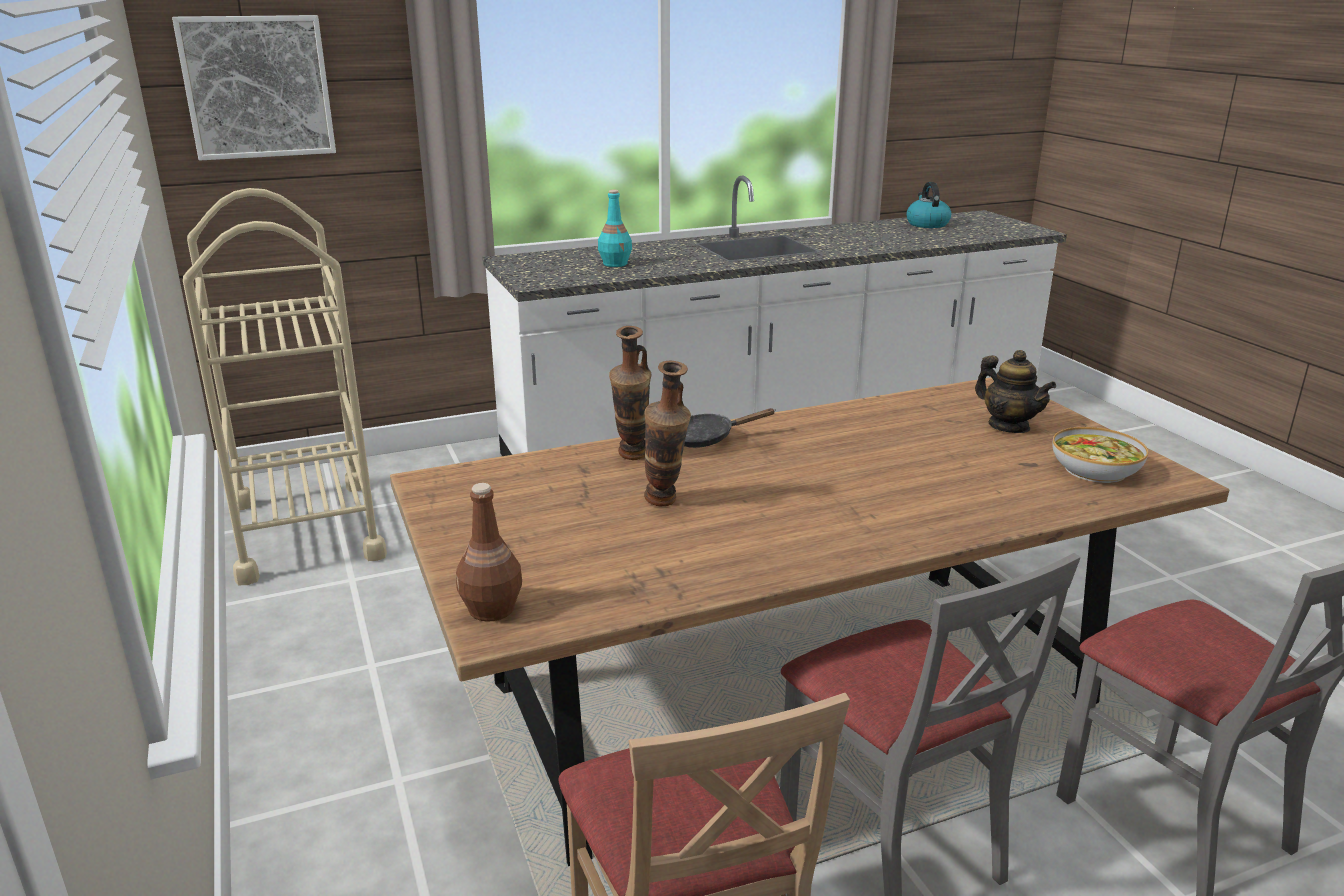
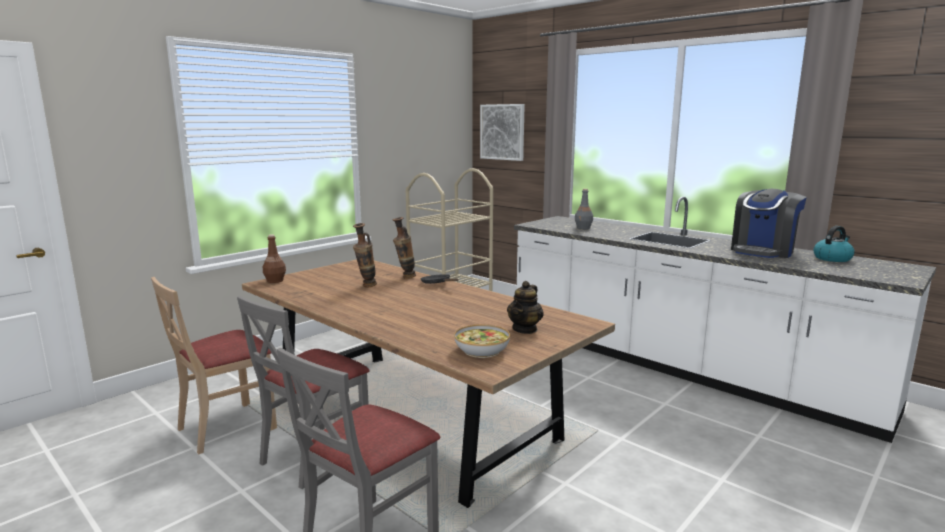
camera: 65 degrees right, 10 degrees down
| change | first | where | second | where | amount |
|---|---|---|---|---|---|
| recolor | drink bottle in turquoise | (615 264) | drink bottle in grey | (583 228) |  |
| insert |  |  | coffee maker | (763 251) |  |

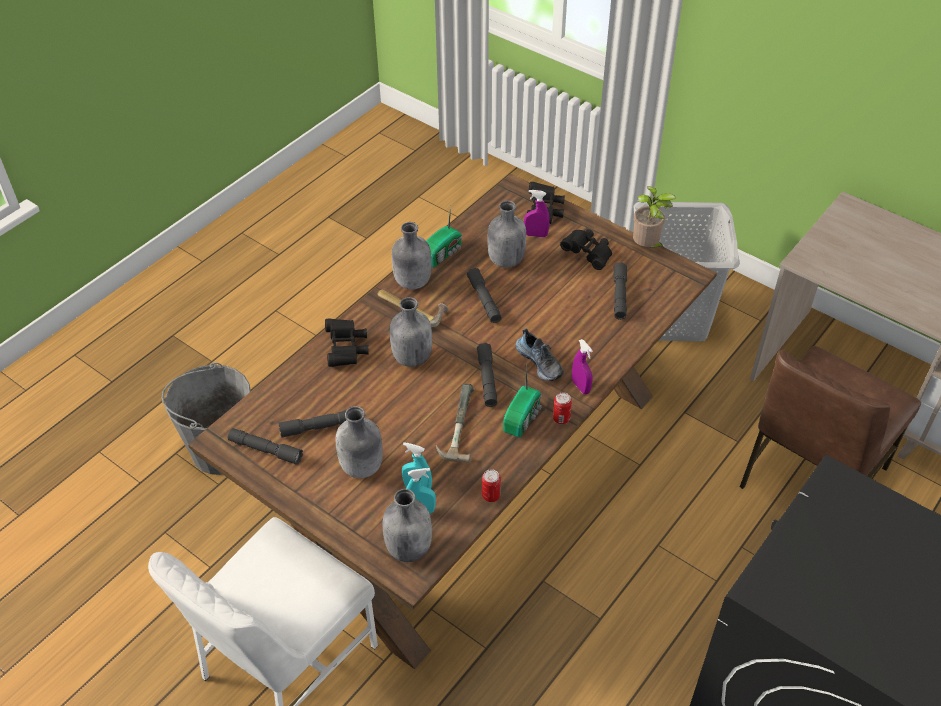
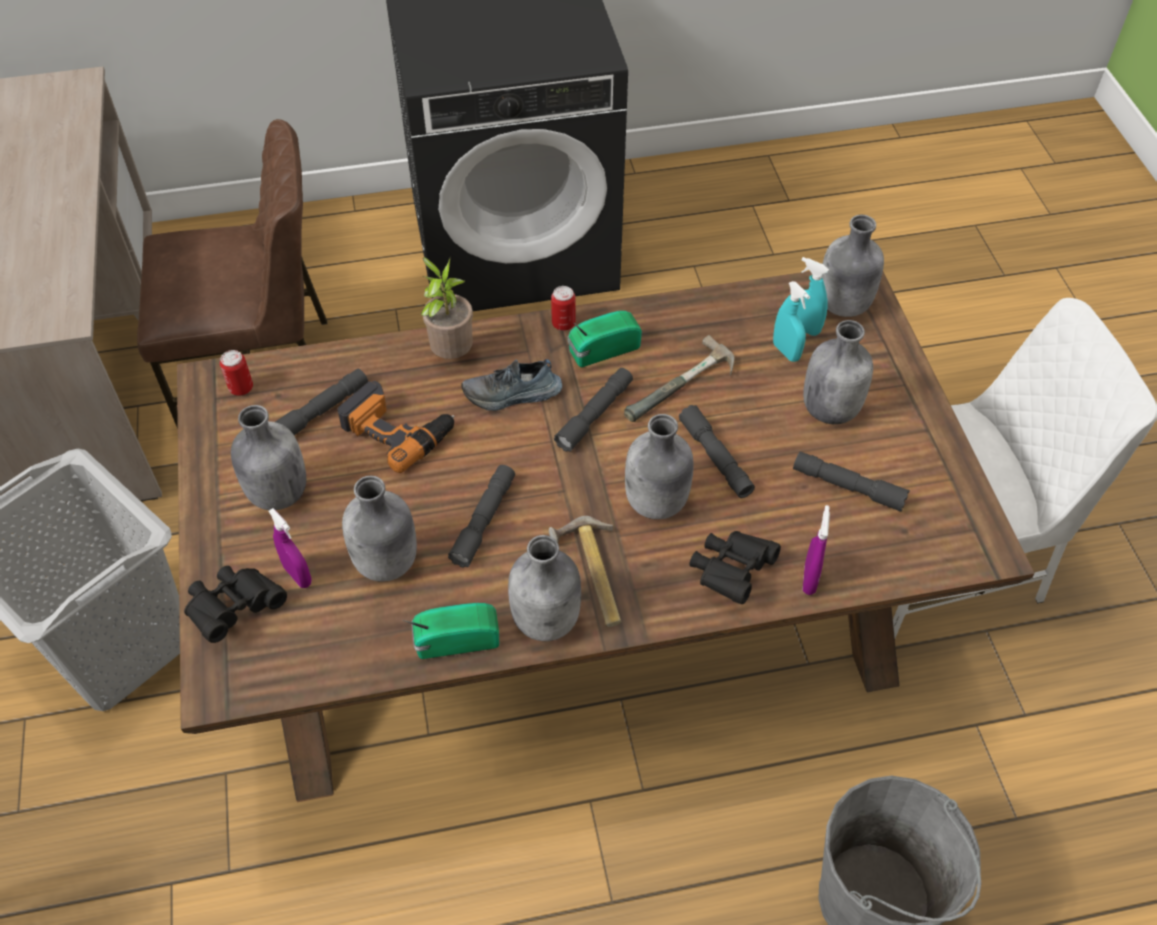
camera: 140 degrees left, 5 degrees up
| change | first | where | second | where | amount |
|---|---|---|---|---|---|
| move | can | (491 495) |  | (241 388) |  |
| replace | field glasses in blackish | (588 254) | drink bottle in grey | (277 493) |  |
| insert |  |  | power drill | (398 429) |  |
| move | plant in a pot | (647 247) |  | (451 353) |  |
| rotate | low shoe | (540 362) |  | (512 395) | 105 degrees counterclockwise |
| move | hand torch in grey | (265 450) |  | (715 458) |  |
| move | sprayer in purplish | (580 387) |  | (809 579) |  |

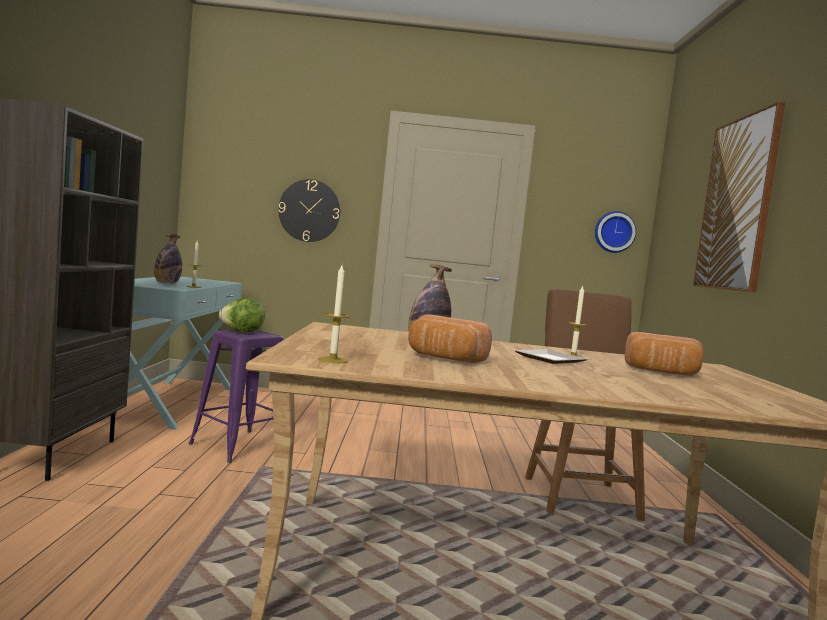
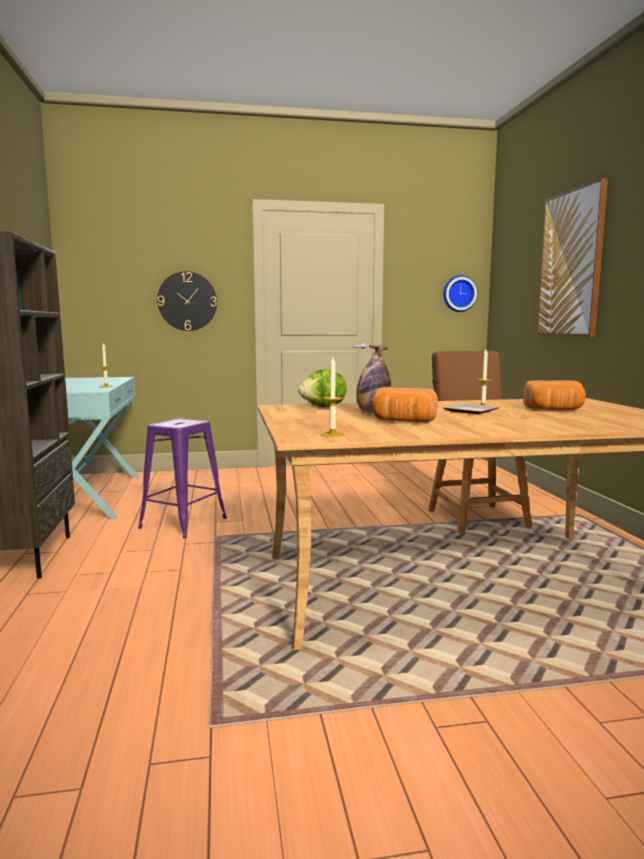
camera: 10 degrees left, 5 degrees up
| change | first | where | second | where | amount |
|---|---|---|---|---|---|
| move | head of lettuce | (242 332) |  | (324 407) |  |
| delete | drink bottle | (166 284) |  |  |  |

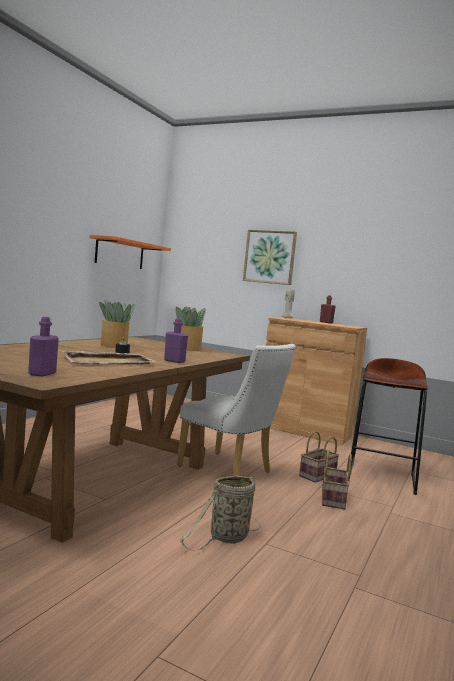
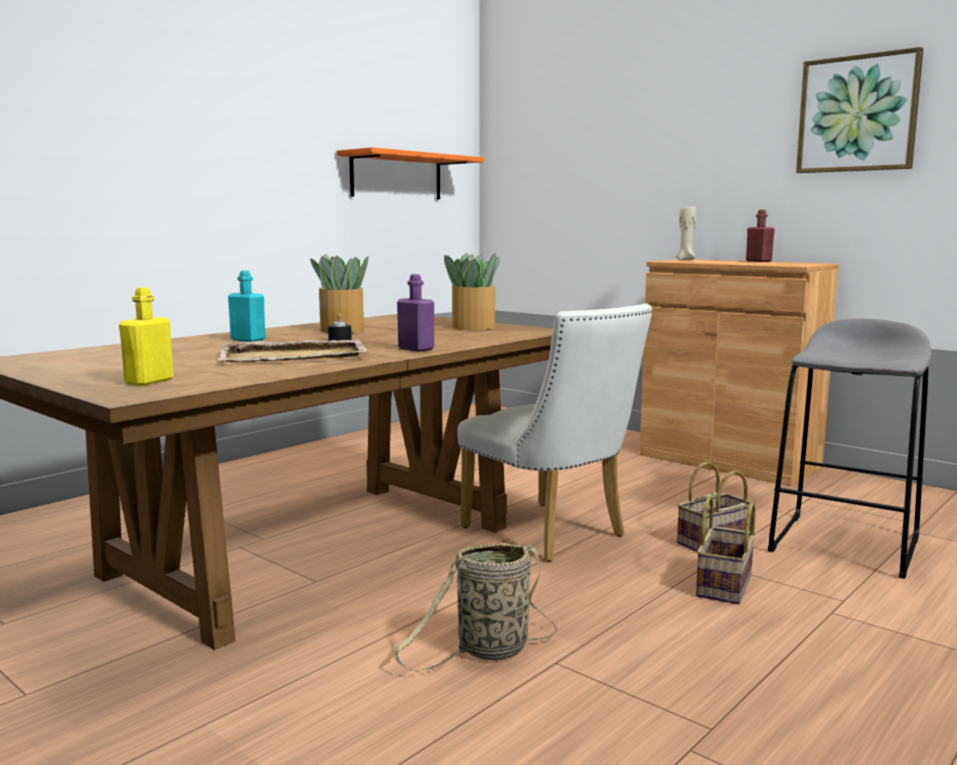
camera: 15 degrees right, 5 degrees up
| change | first | where | second | where | amount |
|---|---|---|---|---|---|
| recolor | drink bottle in purplish | (42 374) | drink bottle in yellowish | (149 381) |  |
| insert |  |  | drink bottle in turquoise | (248 340) |  |
| recolor | stool in brownish | (381 477) | stool in grey | (845 544) |  |
| move | wall art | (270 257) |  | (857 114) |  |

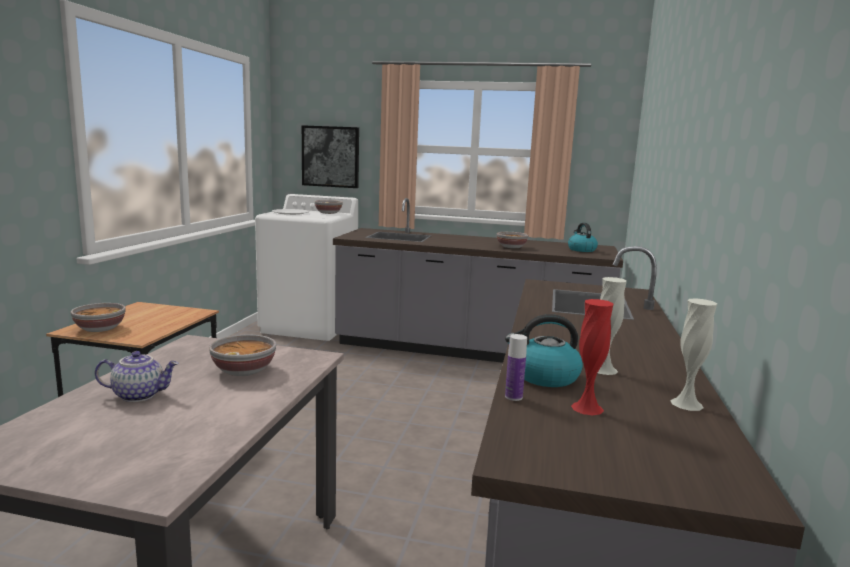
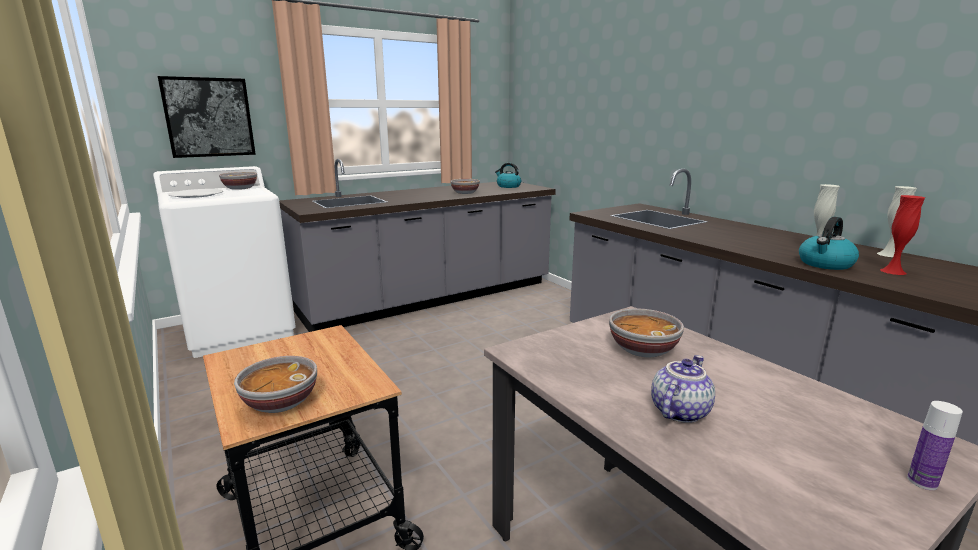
camera: 45 degrees left, 5 degrees up
| change | first | where | second | where | amount |
|---|---|---|---|---|---|
| move | drink bottle | (513 397) |  | (922 481) |  |

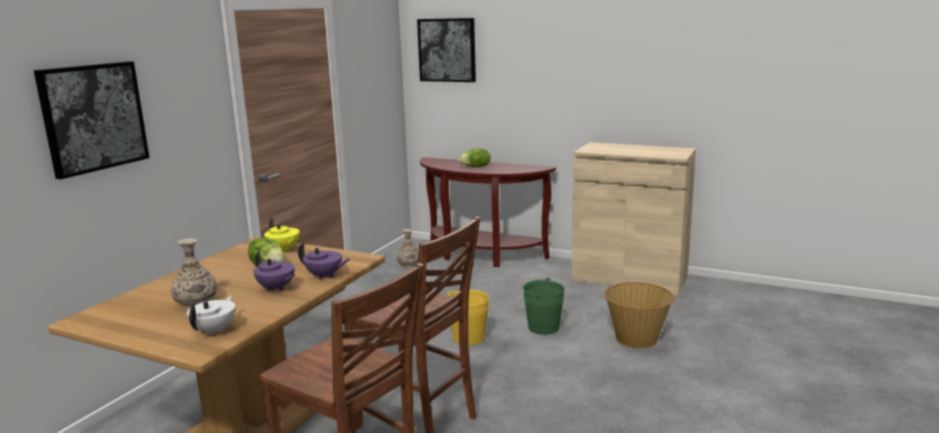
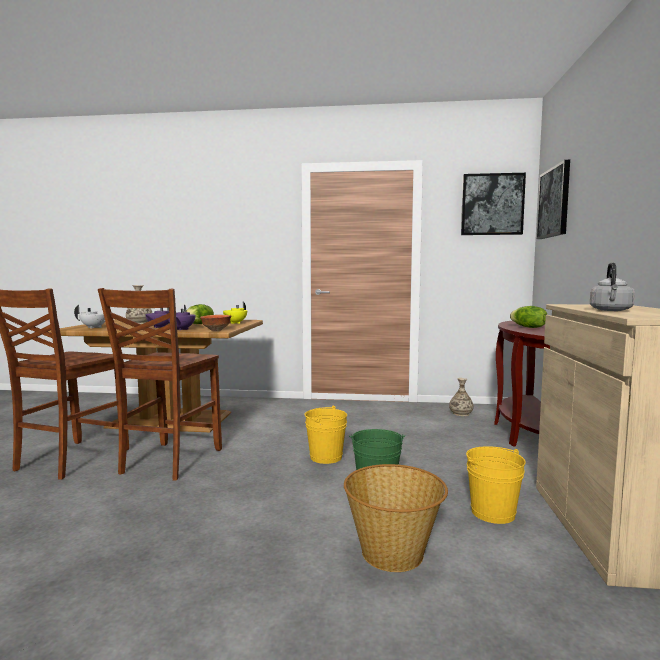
camera: 70 degrees right, 10 degrees down
| change | first | where | second | where | amount |
|---|---|---|---|---|---|
| insert |  |  | serving bowl | (216 330) |  |
| move | wall art | (93 117) |  | (492 204) |  |
| insert |  |  | water bucket in yellowish | (493 512) |  |
| insert |  |  | tea kettle in grey | (611 310) |  |

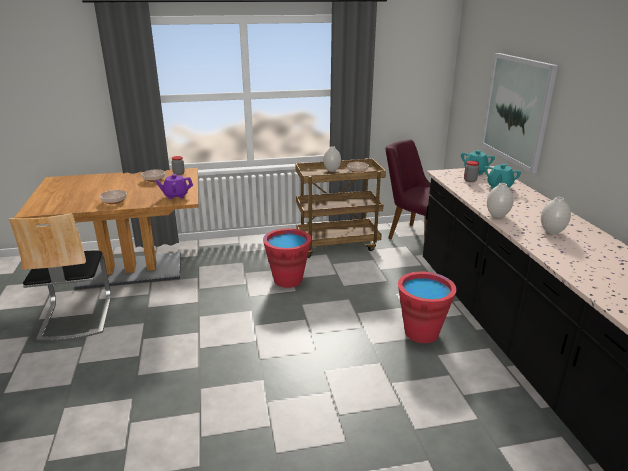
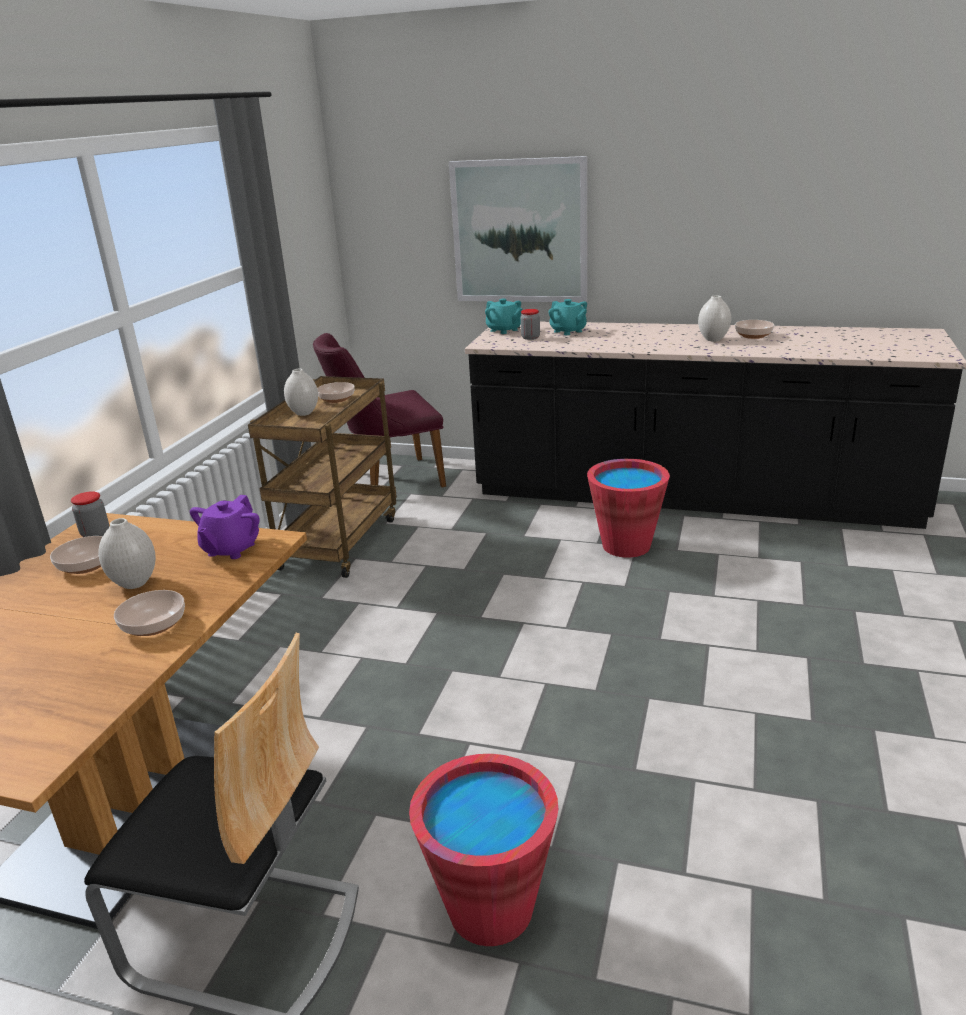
camera: 60 degrees left, 0 degrees up
| change | first | where | second | where | amount |
|---|---|---|---|---|---|
| move | flower vase in white | (497 216) |  | (135 583) |  |
| move | water bucket in red-coloured | (288 280) |  | (491 909) |  |
| insert |  |  | serving bowl | (752 335) |  |

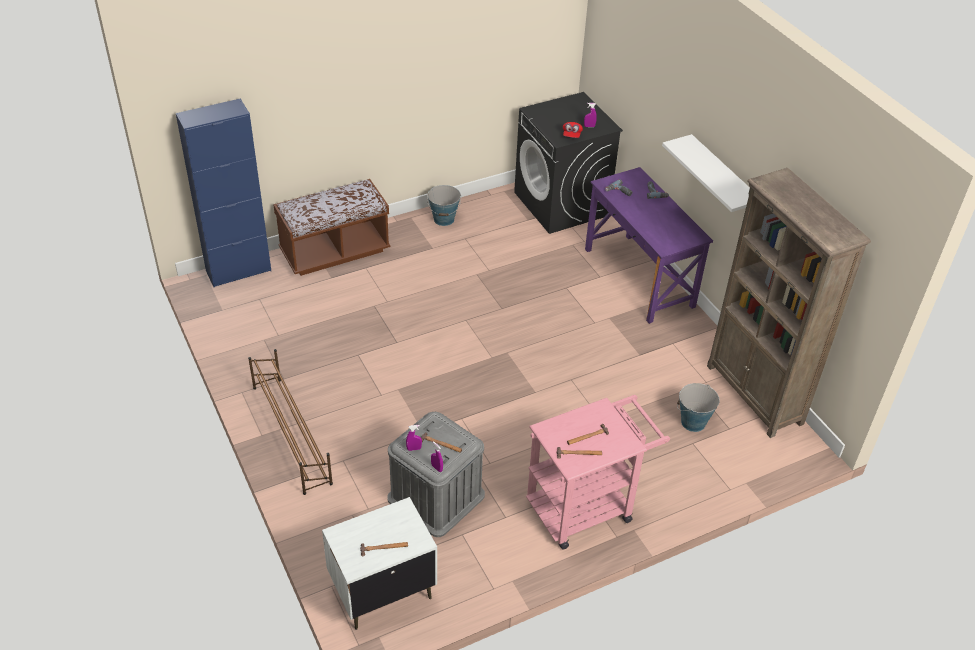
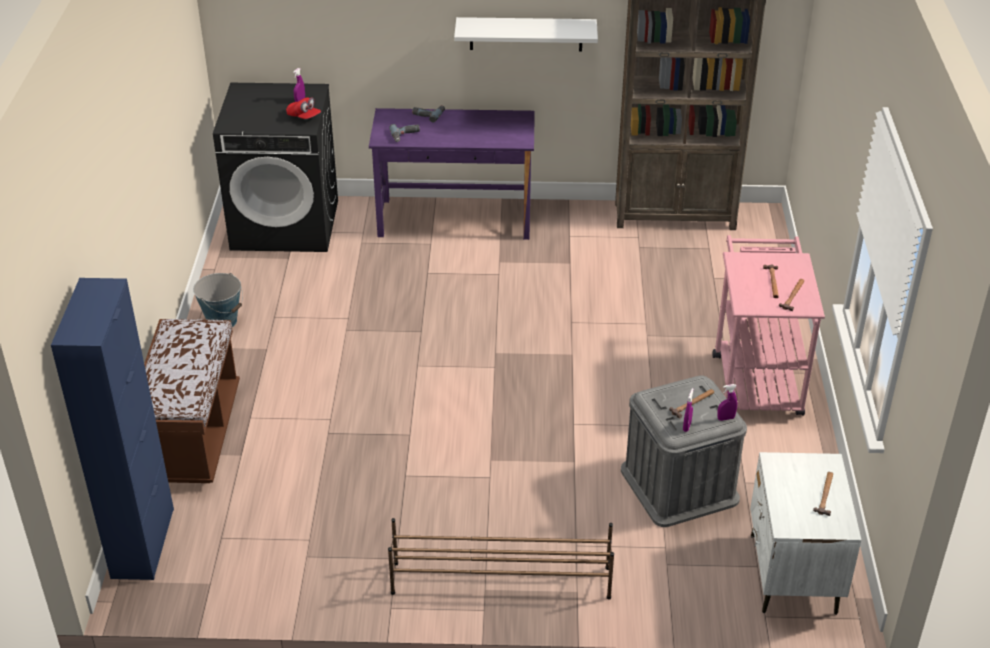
camera: 60 degrees left, 5 degrees down
| change | first | where | second | where | amount |
|---|---|---|---|---|---|
| delete | water bucket | (693 422) |  |  |  |

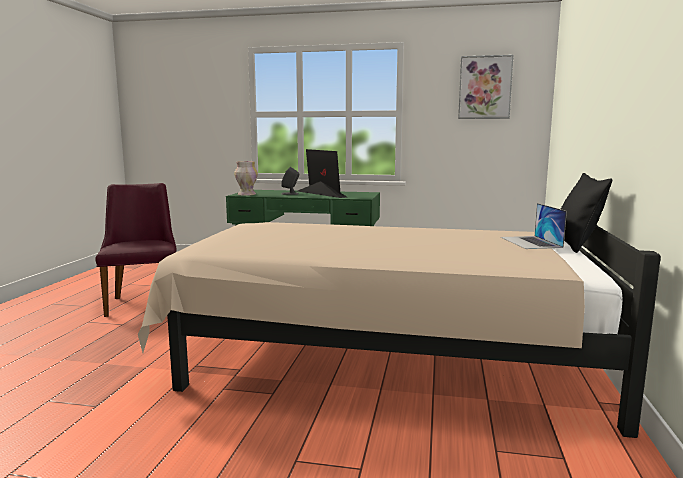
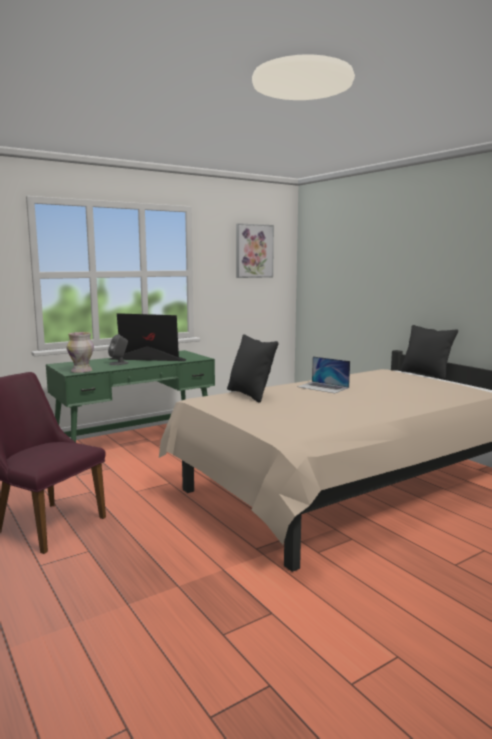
camera: 45 degrees left, 0 degrees up
| change | first | where | second | where | amount |
|---|---|---|---|---|---|
| insert |  |  | pillow in blackish | (250 395) |  |
| move | laptop | (530 242) |  | (323 387) |  |

